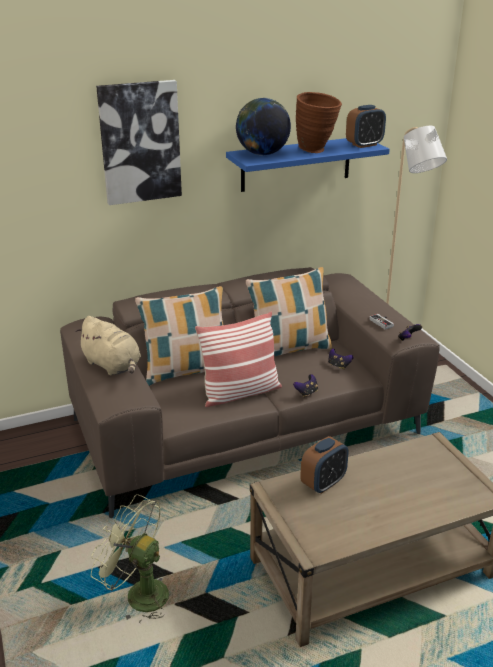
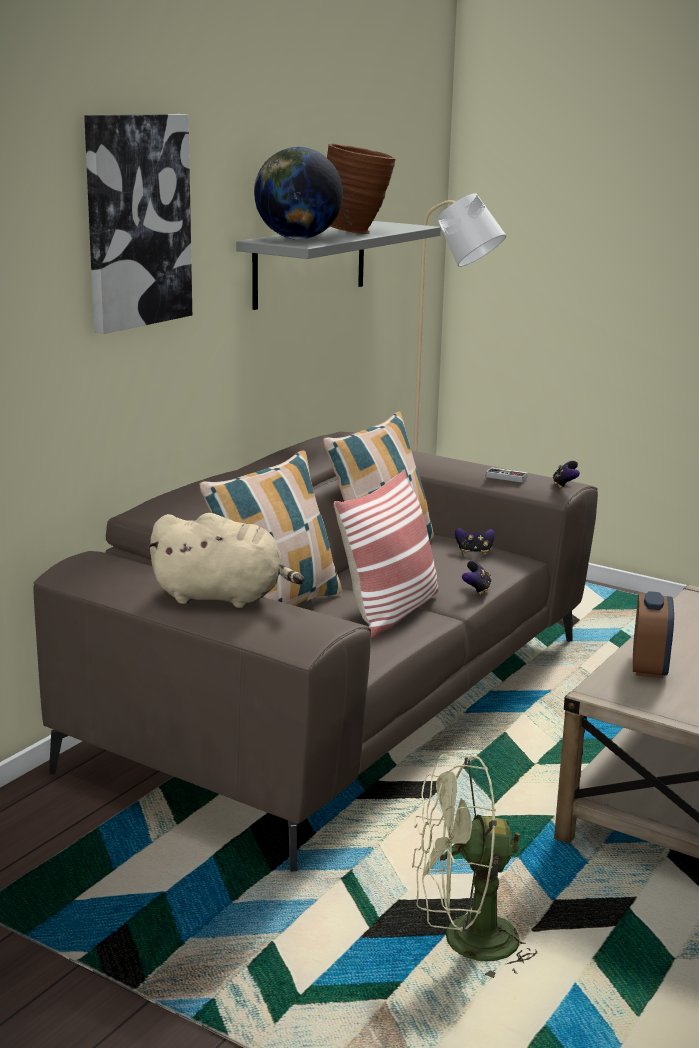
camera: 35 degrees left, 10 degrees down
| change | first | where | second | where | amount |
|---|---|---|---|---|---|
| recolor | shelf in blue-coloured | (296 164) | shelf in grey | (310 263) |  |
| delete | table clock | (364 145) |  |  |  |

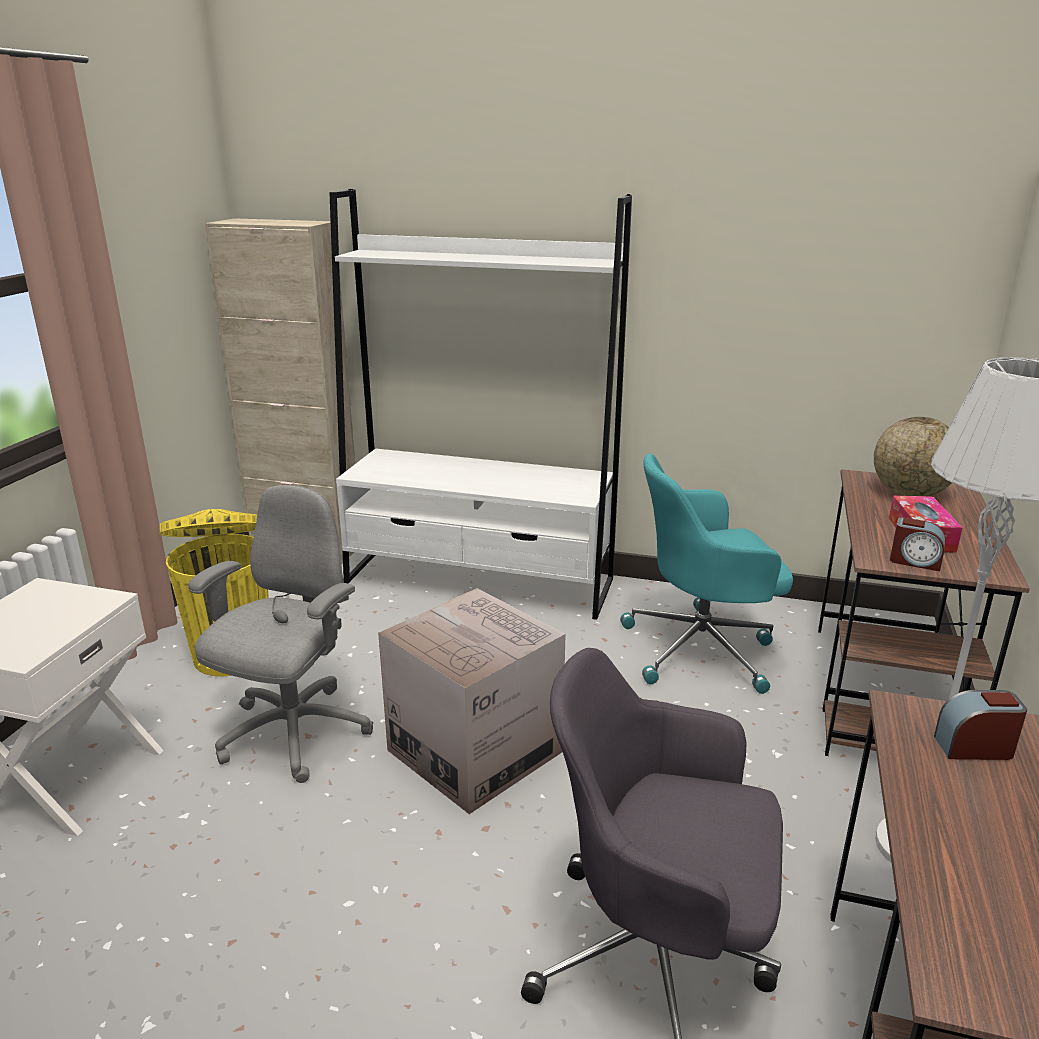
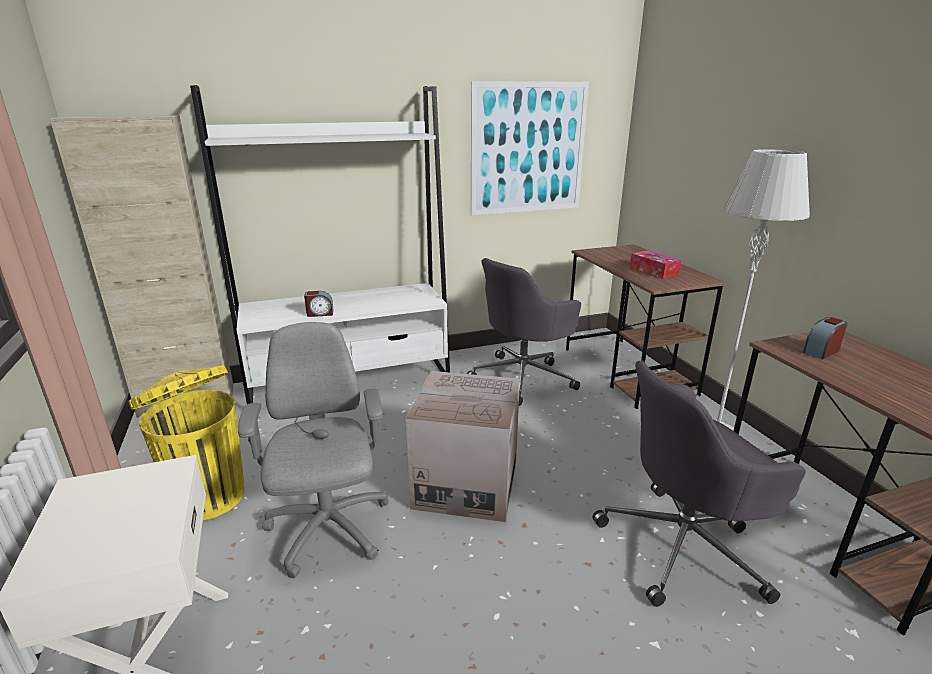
camera: 35 degrees left, 0 degrees up
| change | first | where | second | where | amount |
|---|---|---|---|---|---|
| move | table clock | (915 561) |  | (320 313) |  |
| recolor | computer chair in turquoise | (702 649) | computer chair in grey | (524 378) |  |
| insert |  |  | wall art | (528 149) |  |
| delete | world globe | (909 494) |  |  |  |

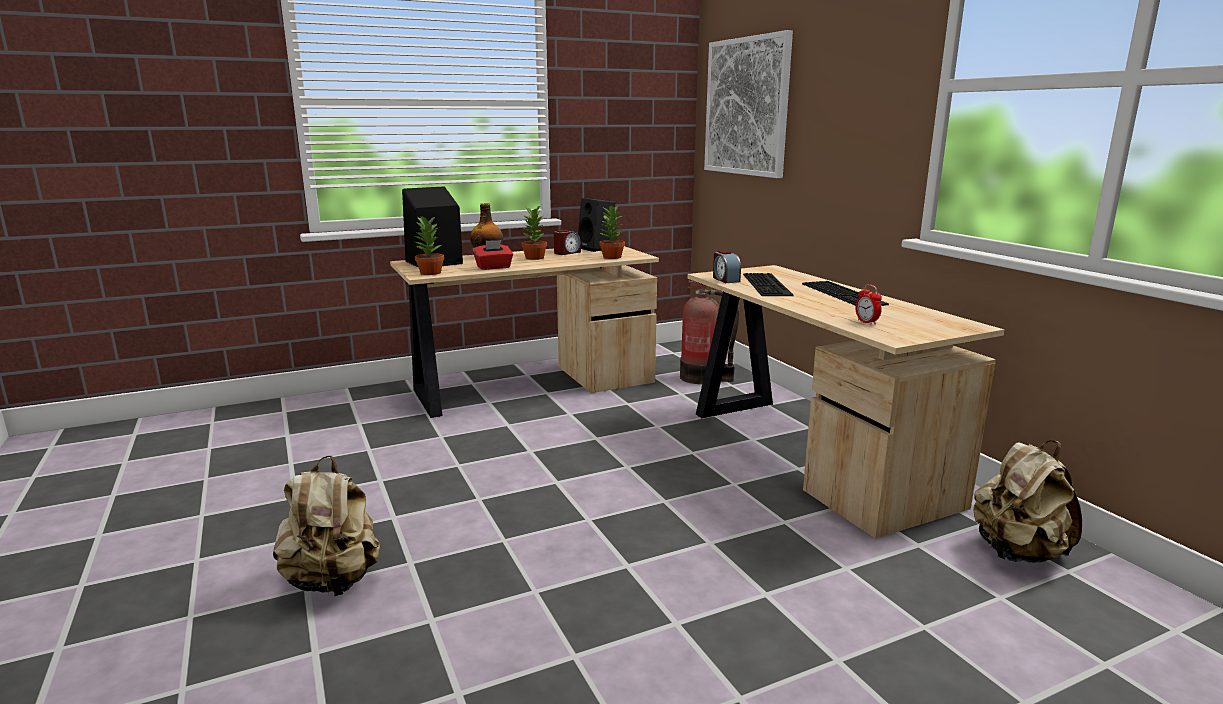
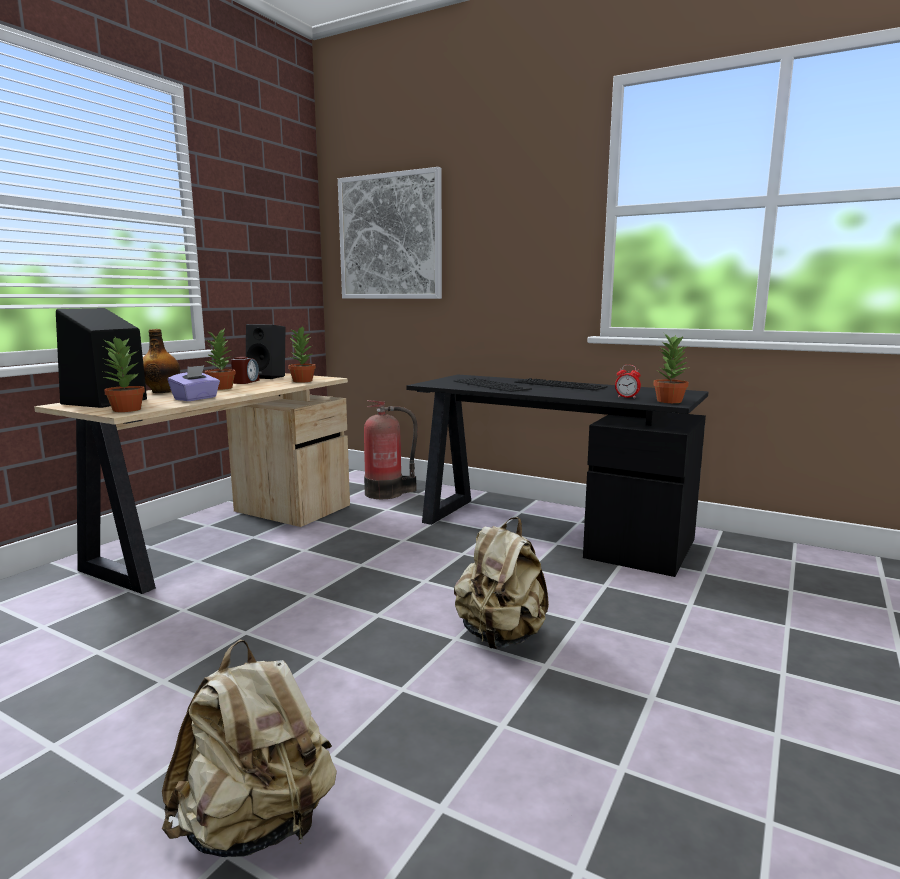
camera: 35 degrees left, 5 degrees down
| change | first | where | second | where | amount |
|---|---|---|---|---|---|
| recolor | tissue box in red-coloured | (493 267) | tissue box in purplish | (196 398) |  |
| recolor | desk unit in beige | (809 453) | desk unit in blackish | (547 530) |  |
| move | rucksack in beige | (1017 552) |  | (501 636) |  |
| insert |  |  | plant in a pot | (669 401) |  |
| delete | table clock | (725 279) |  |  |  |

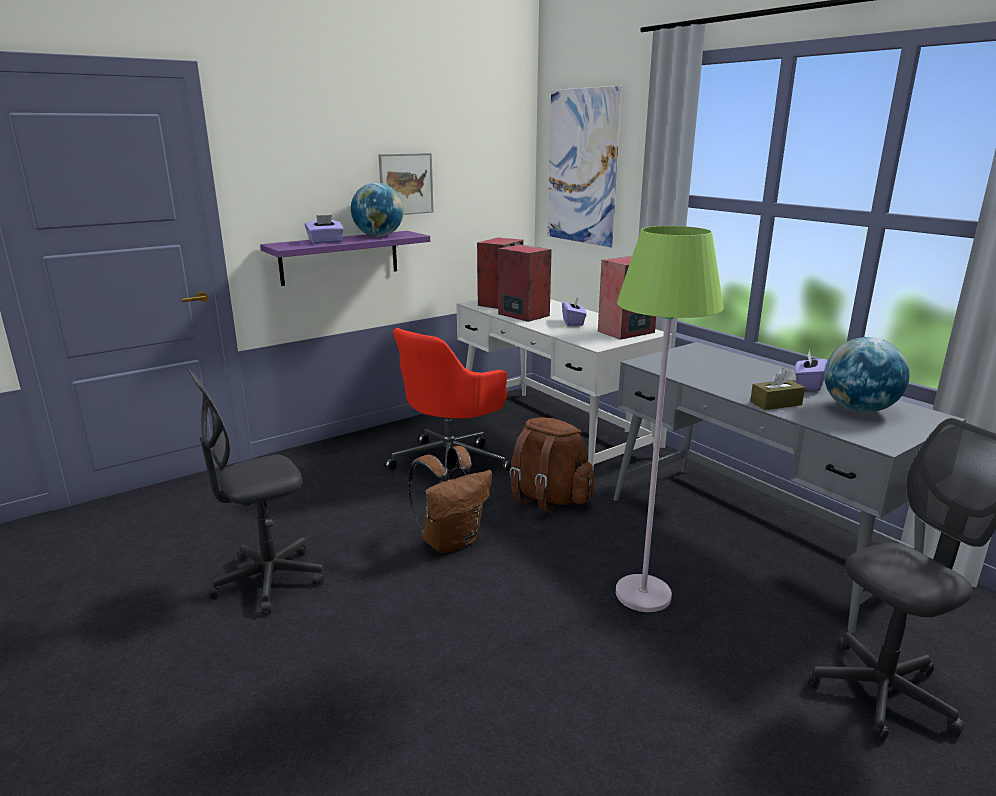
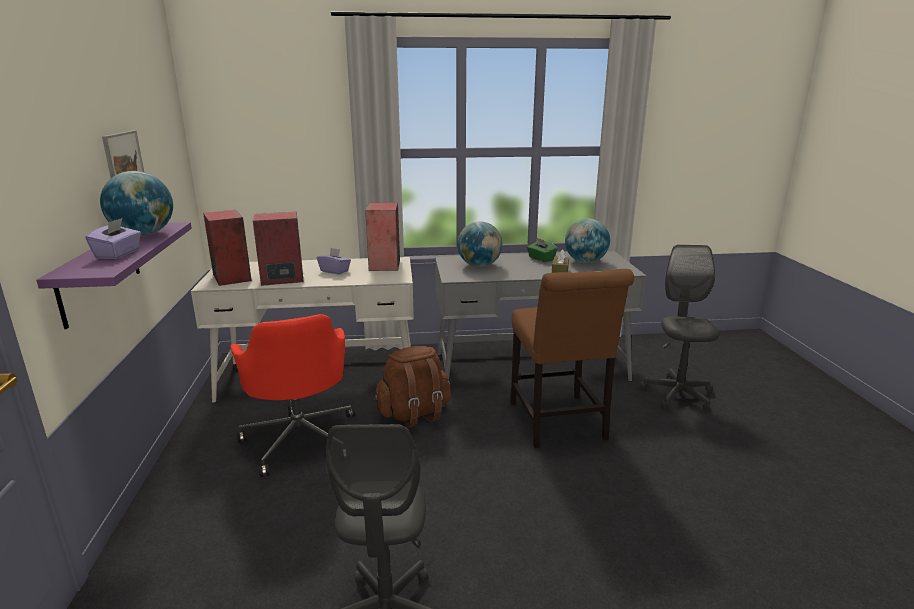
camera: 60 degrees left, 0 degrees up
| change | first | where | second | where | amount |
|---|---|---|---|---|---|
| insert |  |  | world globe | (479 266) |  |
| replace | standing lamp in greenish | (642 594) | upright chair in brownish | (558 424) |  |
| recolor | tissue box in purplish | (807 385) | tissue box in greenish | (541 259) |  |
| delete | rucksack in brownish | (451 541) |  |  |  |
| delete | wall art | (582 167) |  |  |  |

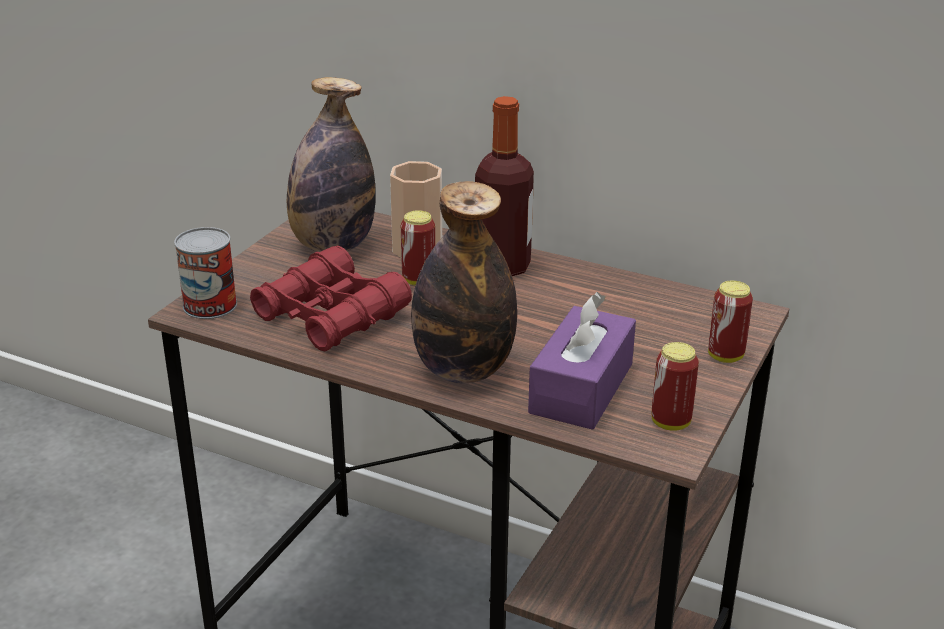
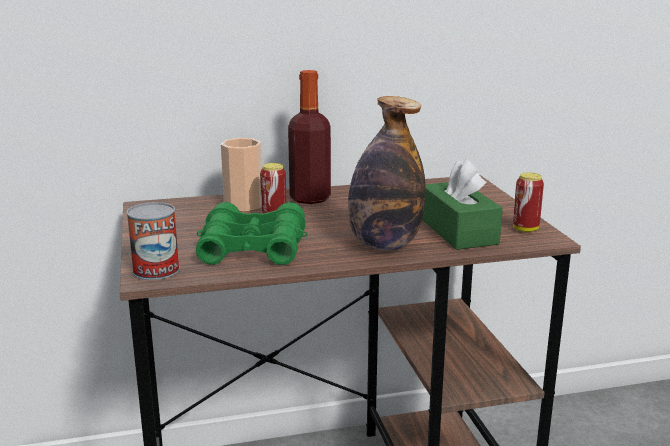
camera: 40 degrees left, 10 degrees down
| change | first | where | second | where | amount |
|---|---|---|---|---|---|
| recolor | field glasses in red-coloured | (331 315) | field glasses in greenish | (253 248) |  |
| recolor | tissue box in purplish | (581 388) | tissue box in greenish | (458 231) |  |
| delete | drink bottle | (332 246) |  |  |  |
| delete | can | (725 356) |  |  |  |

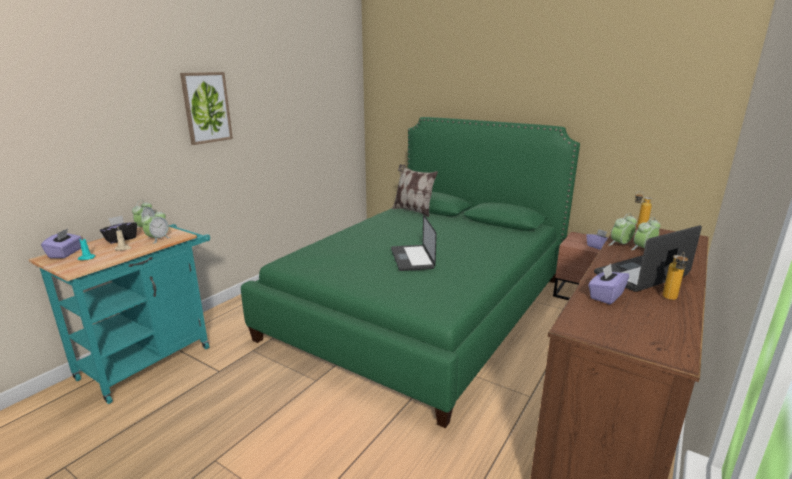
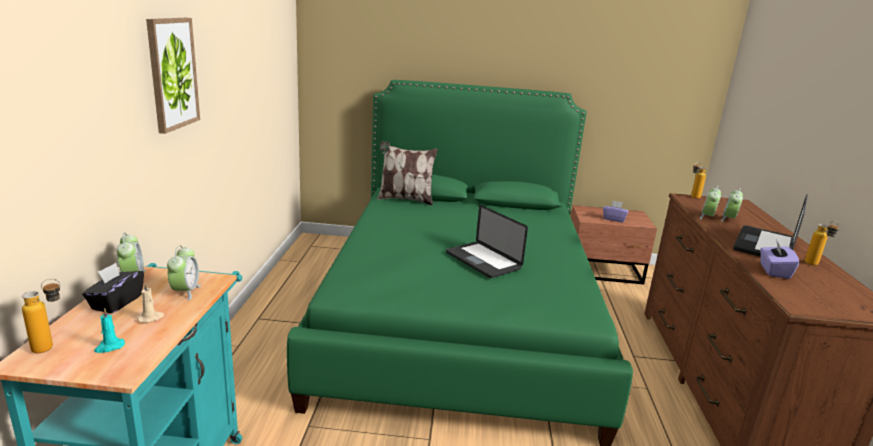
camera: 30 degrees left, 0 degrees up
| change | first | where | second | where | amount |
|---|---|---|---|---|---|
| replace | tissue box in purplish | (66 253) | drink bottle | (51 347) |  |

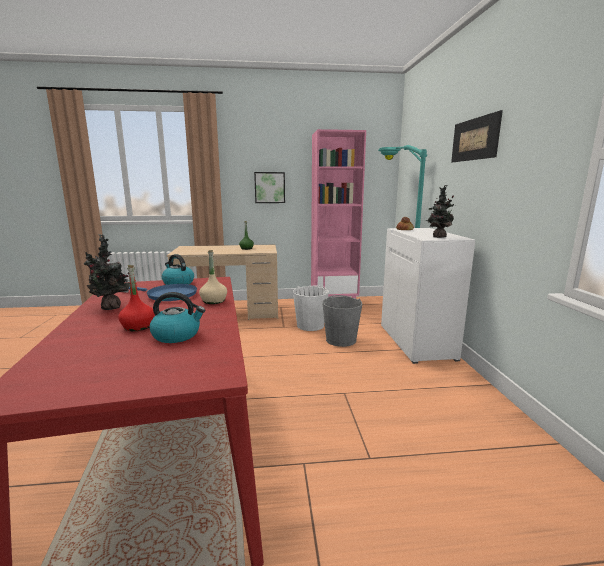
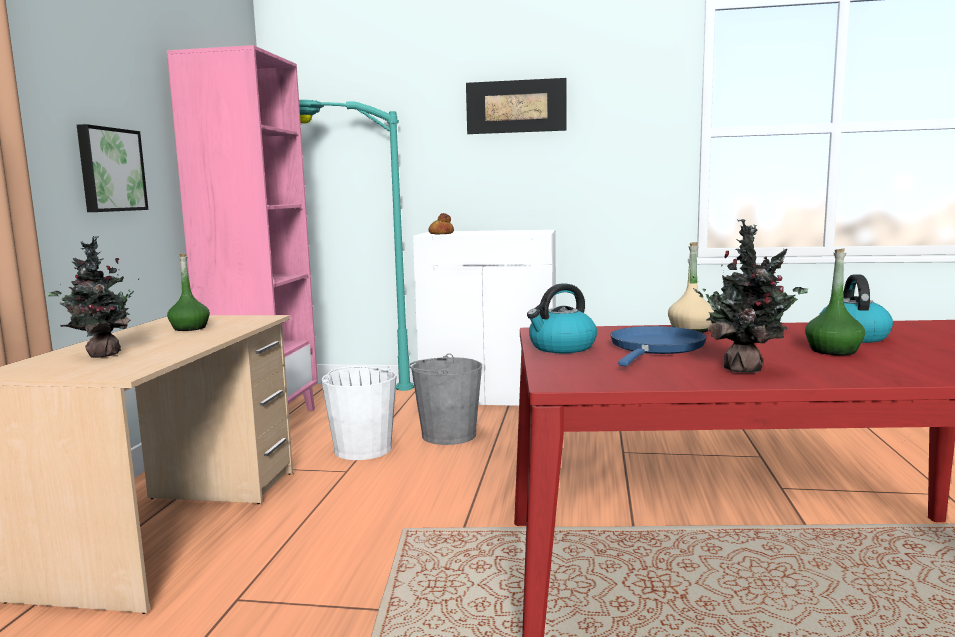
camera: 75 degrees left, 5 degrees down
| change | first | where | second | where | amount |
|---|---|---|---|---|---|
| move | plant in a pot | (437 237) |  | (101 355) |  |
| recolor | drink bottle in red-coloured | (138 326) | drink bottle in greenish | (833 351) |  |

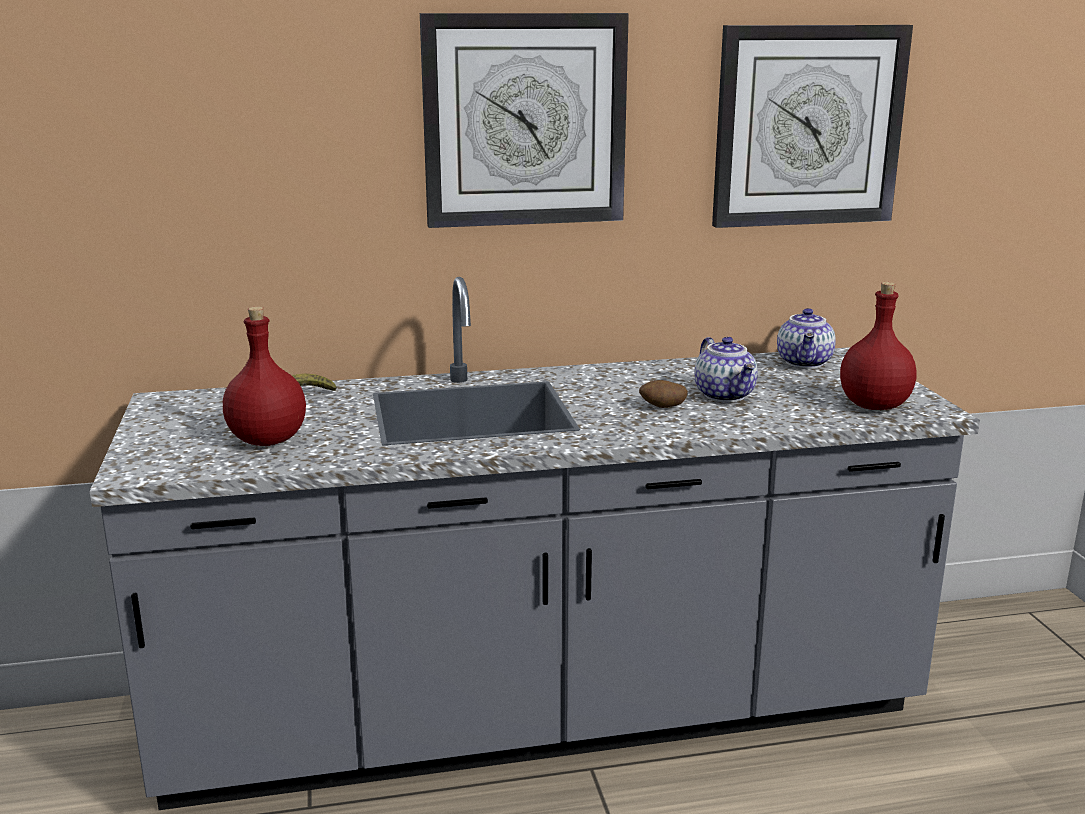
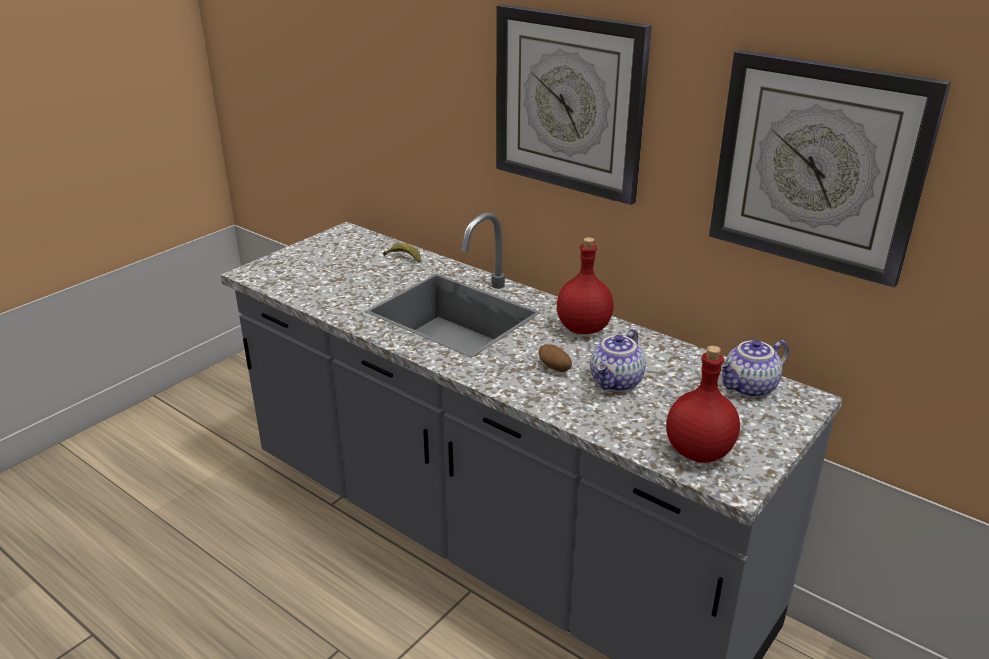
camera: 50 degrees right, 10 degrees up
| change | first | where | second | where | amount |
|---|---|---|---|---|---|
| move | drink bottle in red-coloured | (268 441) |  | (583 329) |  |

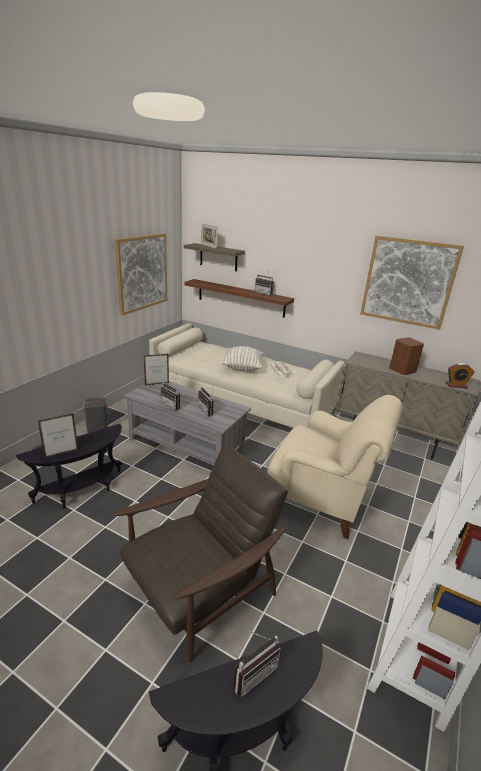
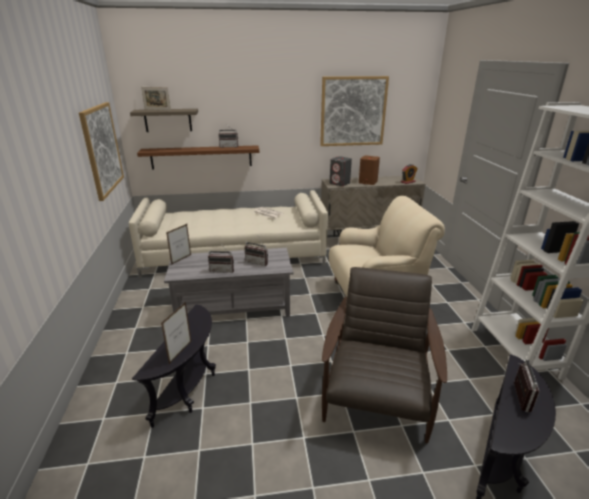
camera: 35 degrees left, 0 degrees up
| change | first | where | second | where | amount |
|---|---|---|---|---|---|
| move | speaker in grey | (97 428) |  | (340 183) |  |
| delete | pillow | (242 368) |  |  |  |

